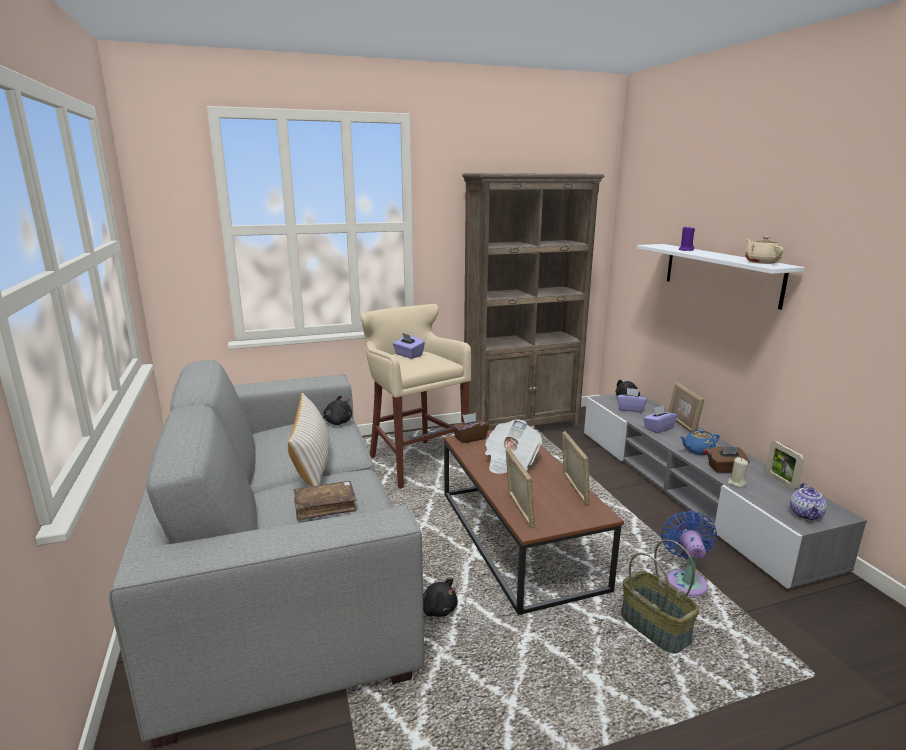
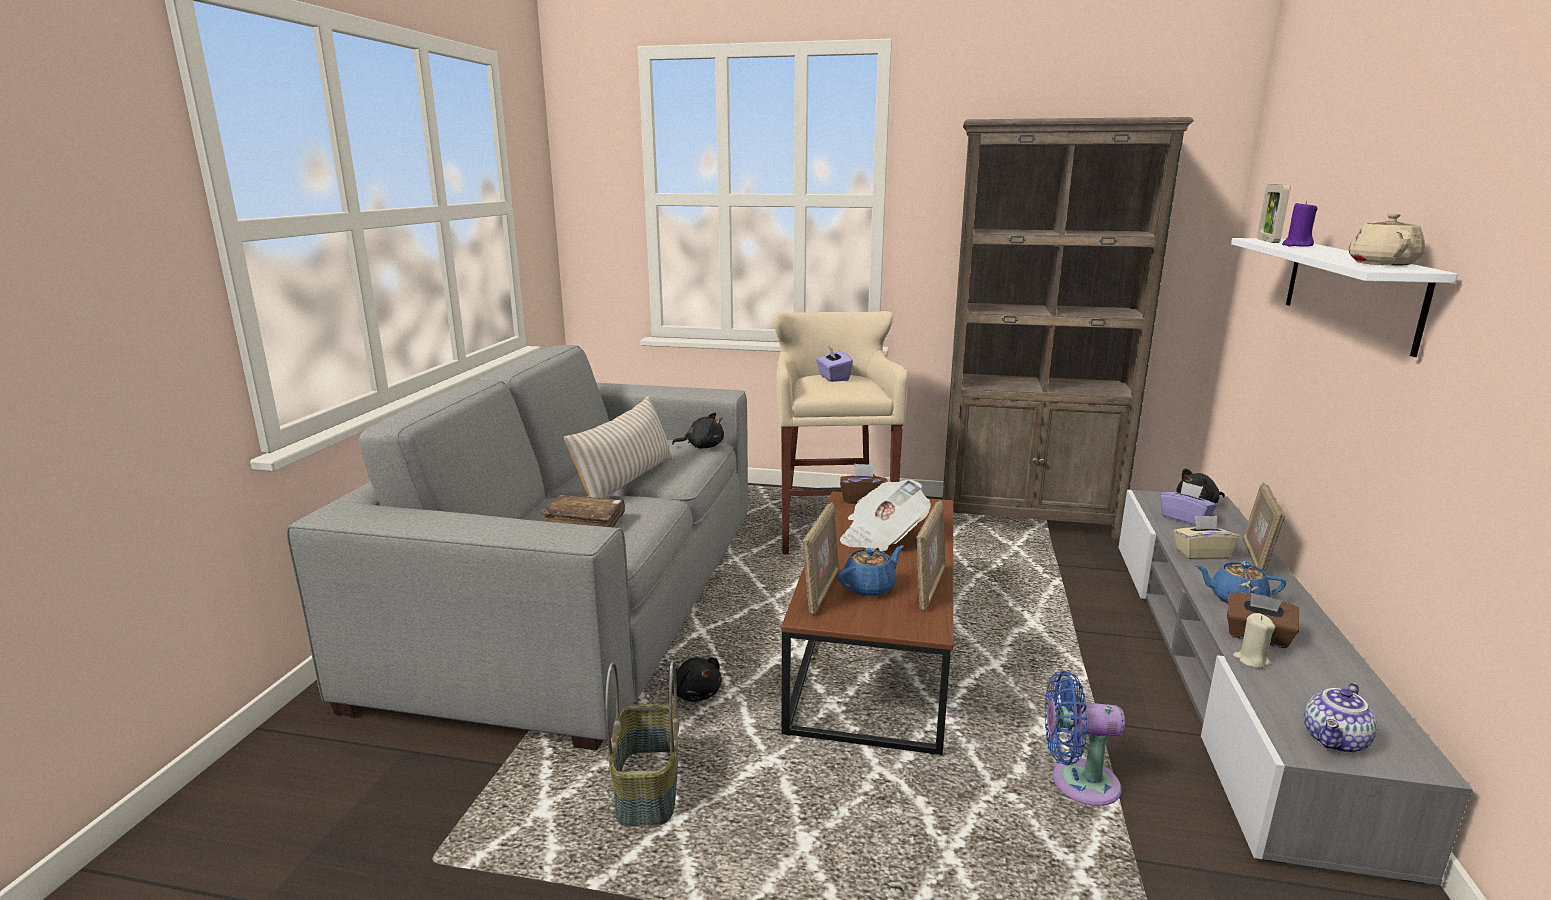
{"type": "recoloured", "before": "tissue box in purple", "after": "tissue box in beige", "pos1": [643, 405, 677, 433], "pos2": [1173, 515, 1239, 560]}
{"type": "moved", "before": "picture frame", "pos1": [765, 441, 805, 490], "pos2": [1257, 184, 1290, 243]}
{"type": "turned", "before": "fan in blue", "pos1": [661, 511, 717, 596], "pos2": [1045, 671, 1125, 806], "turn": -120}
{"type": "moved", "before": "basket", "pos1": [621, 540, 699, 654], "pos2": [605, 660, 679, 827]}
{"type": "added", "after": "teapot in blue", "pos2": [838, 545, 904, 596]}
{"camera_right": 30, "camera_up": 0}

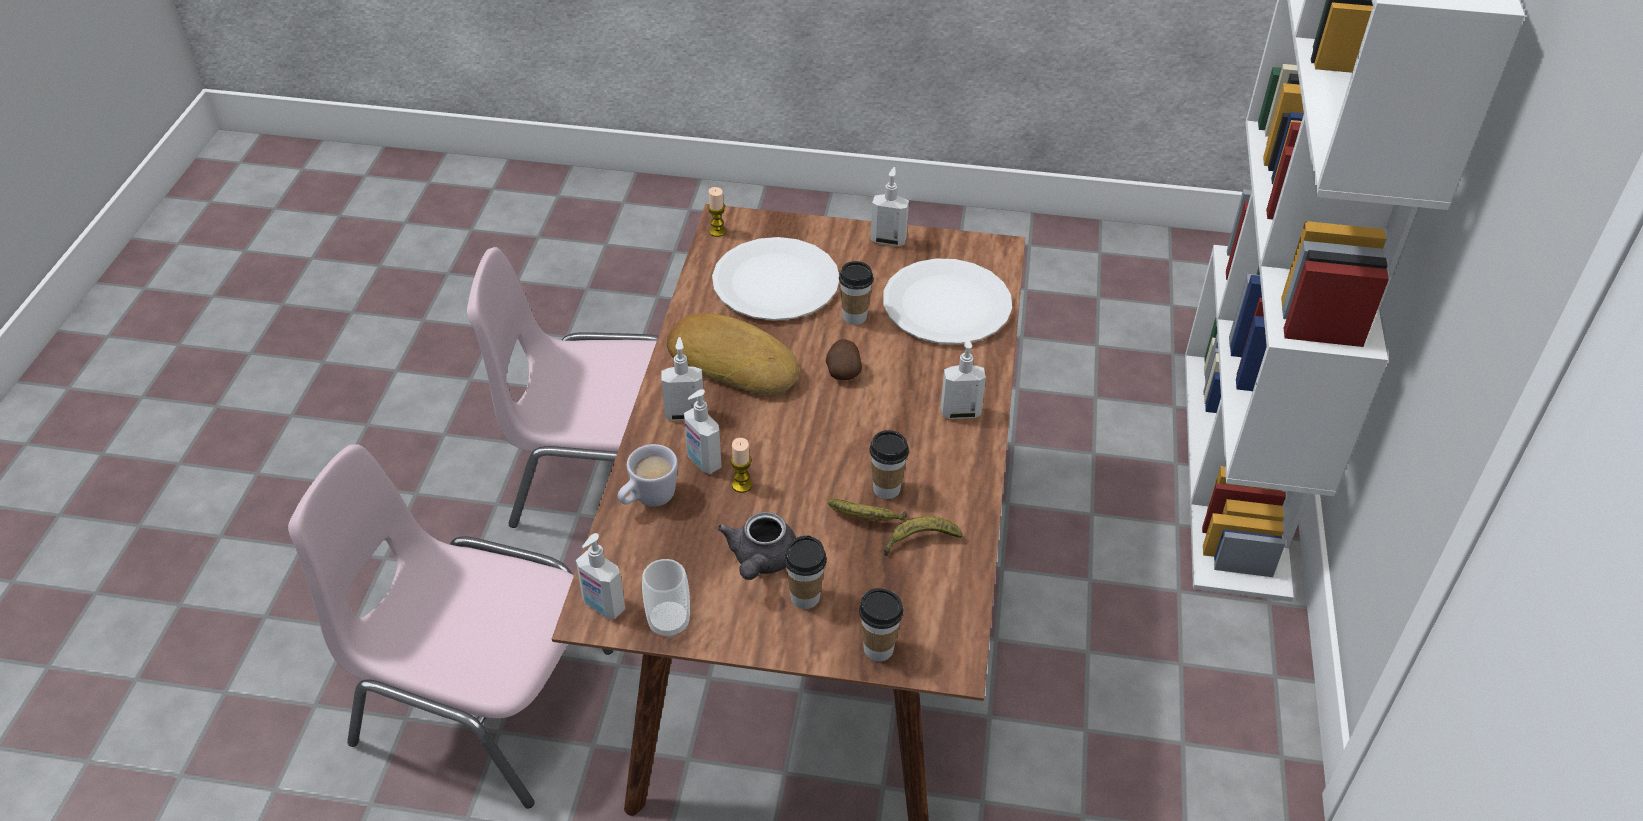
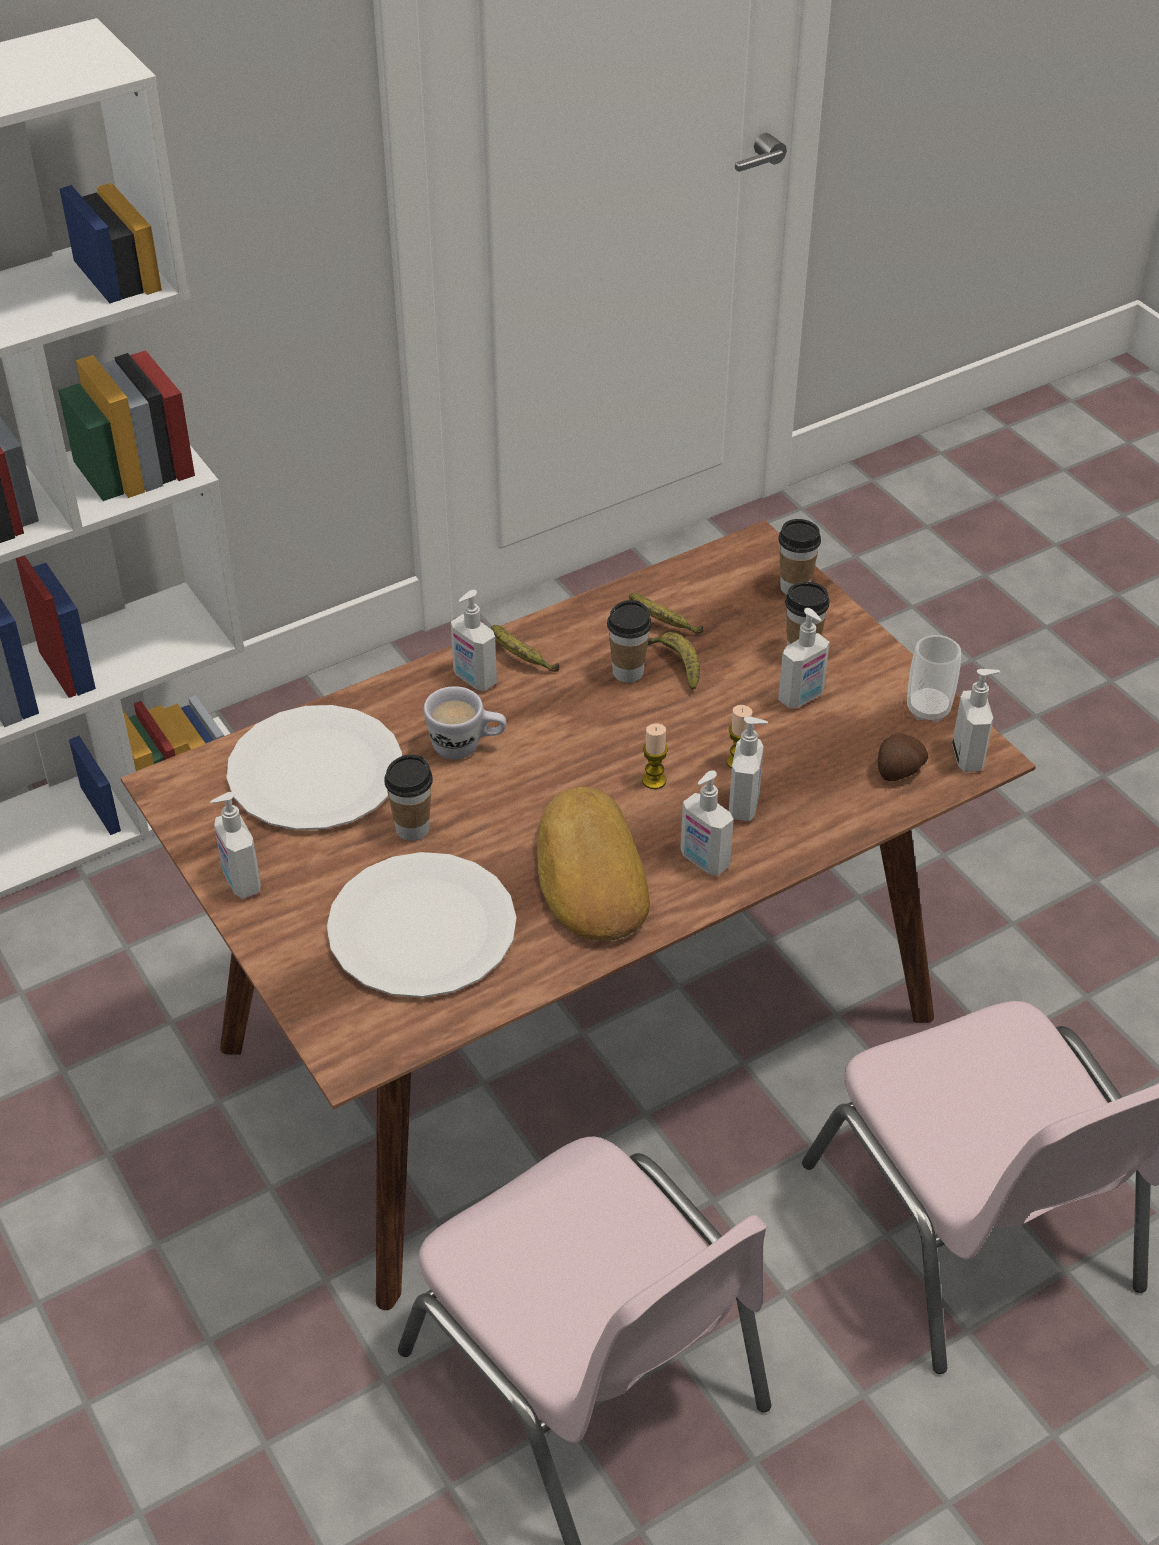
{"type": "moved", "before": "candle", "pos1": [708, 187, 726, 237], "pos2": [642, 723, 668, 789]}
{"type": "moved", "before": "potato", "pos1": [826, 339, 862, 380], "pos2": [878, 734, 928, 781]}
{"type": "moved", "before": "mug in white", "pos1": [618, 444, 678, 507], "pos2": [424, 686, 506, 759]}
{"type": "replaced", "before": "teapot in grey", "after": "soap dispenser", "pos1": [717, 512, 796, 580], "pos2": [778, 608, 830, 709]}
{"type": "added", "after": "banana", "pos2": [490, 625, 559, 672]}
{"camera_right": -130, "camera_up": 0}

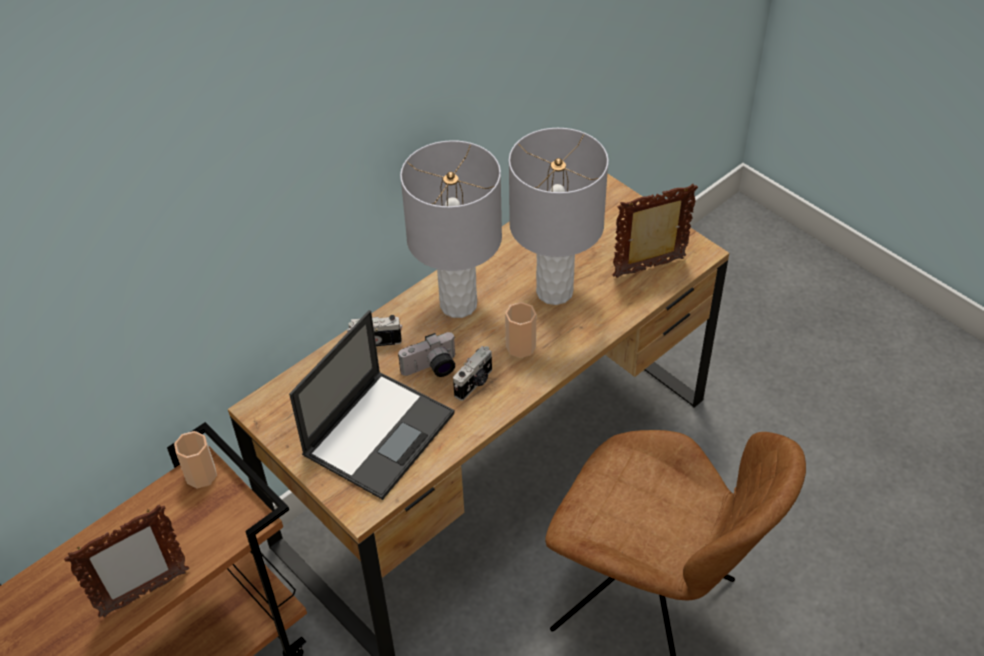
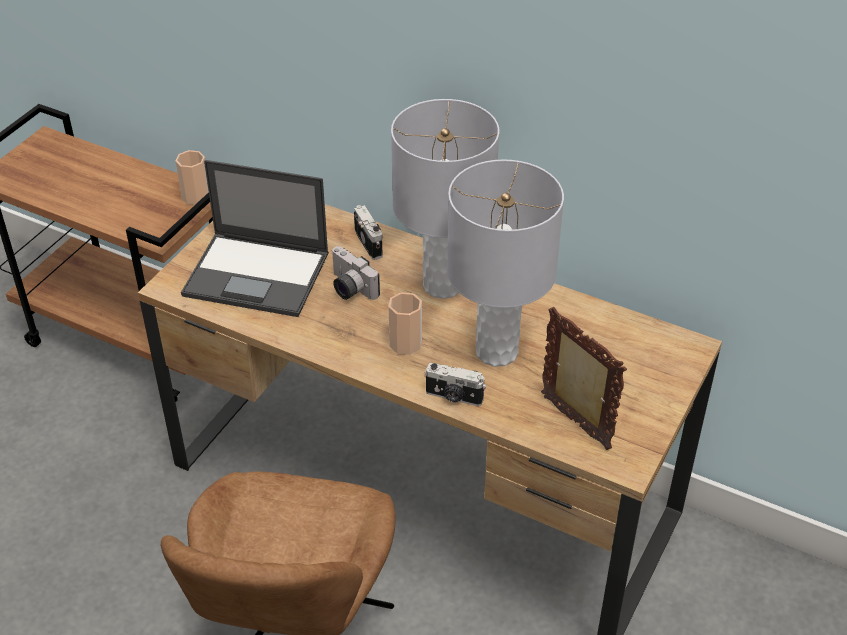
{"type": "moved", "before": "photo camera", "pos1": [453, 346, 492, 401], "pos2": [424, 363, 486, 406]}
{"type": "removed", "before": "picture frame", "pos1": [64, 505, 189, 617]}
{"camera_right": 70, "camera_up": -5}

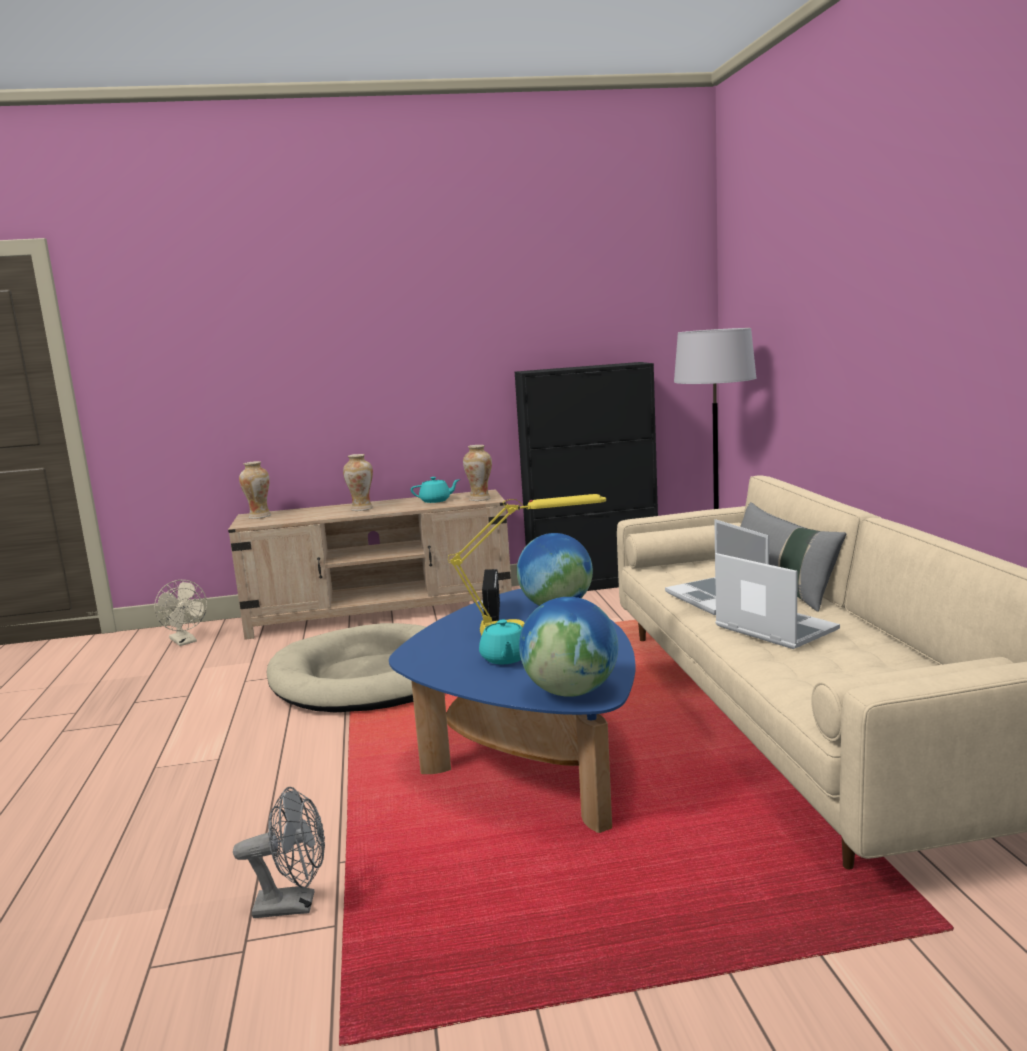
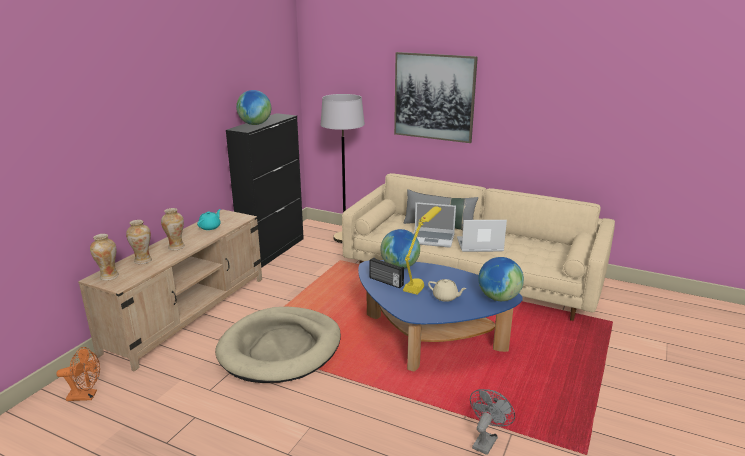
{"type": "moved", "before": "vase", "pos1": [463, 445, 492, 501], "pos2": [126, 220, 152, 264]}
{"type": "recoloured", "before": "fan in beige", "after": "fan in orange", "pos1": [154, 580, 207, 646], "pos2": [56, 347, 100, 401]}
{"type": "recoloured", "before": "teapot in turquoise", "after": "teapot in beige", "pos1": [479, 619, 522, 665], "pos2": [428, 279, 467, 302]}
{"type": "added", "after": "picture", "pos2": [394, 52, 478, 143]}
{"type": "added", "after": "globe", "pos2": [236, 90, 271, 125]}
{"camera_right": -55, "camera_up": 10}

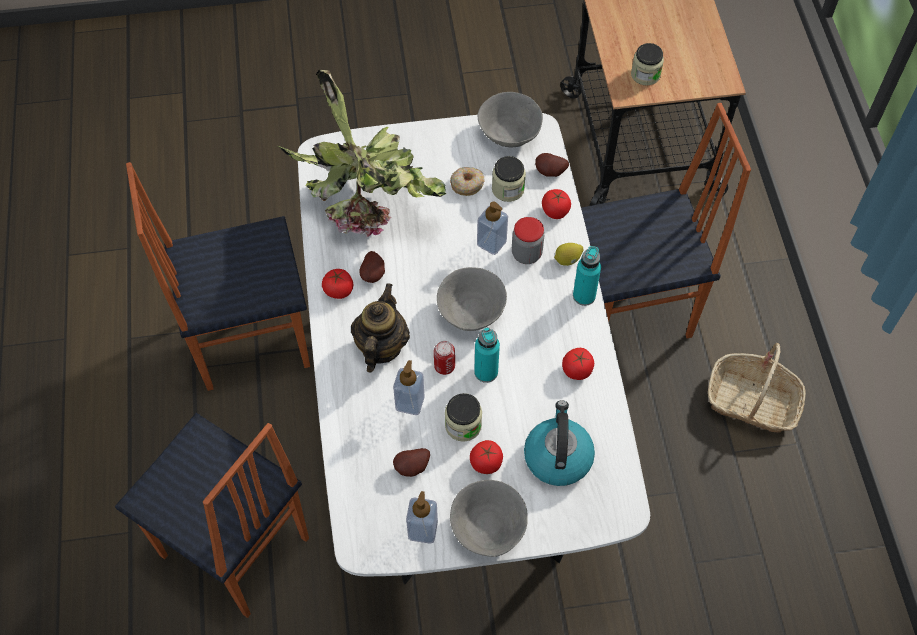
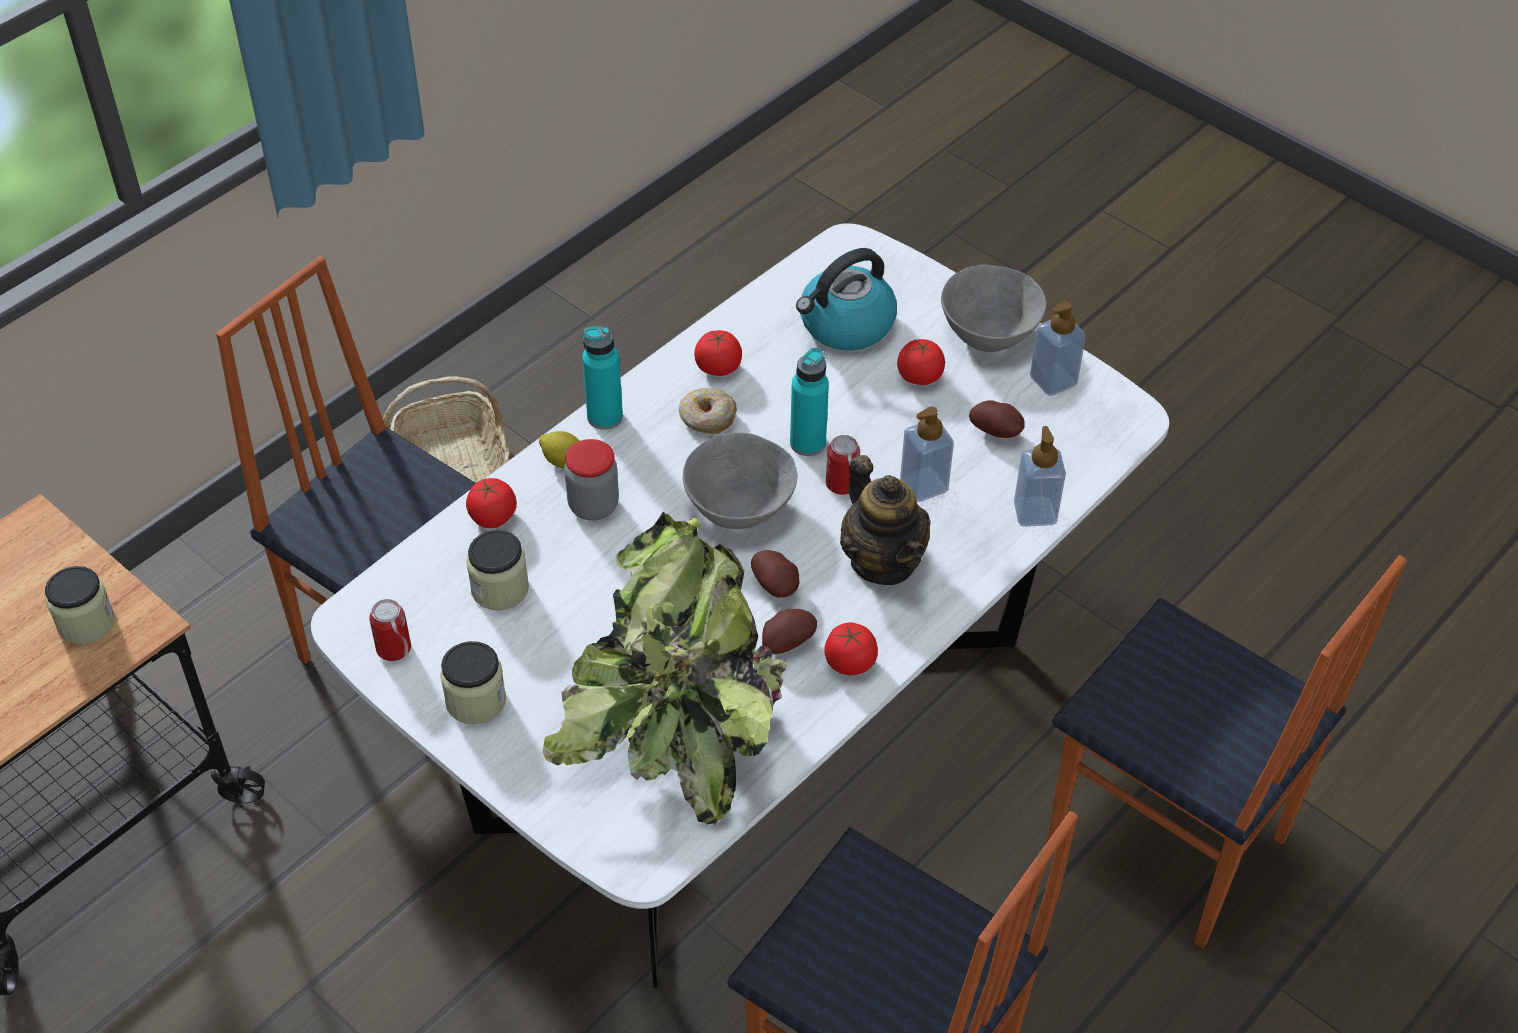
{"type": "replaced", "before": "bowl in grey", "after": "can", "pos1": [478, 92, 543, 148], "pos2": [369, 599, 411, 661]}
{"type": "moved", "before": "potato", "pos1": [535, 153, 569, 177], "pos2": [751, 550, 800, 598]}
{"type": "moved", "before": "donut", "pos1": [450, 167, 485, 196], "pos2": [679, 388, 737, 434]}
{"type": "moved", "before": "soap dispenser", "pos1": [477, 202, 508, 255], "pos2": [1014, 426, 1066, 527]}
{"type": "turned", "before": "teapot", "pos1": [351, 283, 410, 373], "pos2": [840, 455, 931, 585], "turn": -90}
{"type": "moved", "before": "jar", "pos1": [445, 393, 482, 442], "pos2": [440, 641, 506, 725]}
{"type": "turned", "before": "chair", "pos1": [115, 413, 309, 618], "pos2": [1047, 555, 1407, 948], "turn": 135}
{"camera_right": -130, "camera_up": -10}

